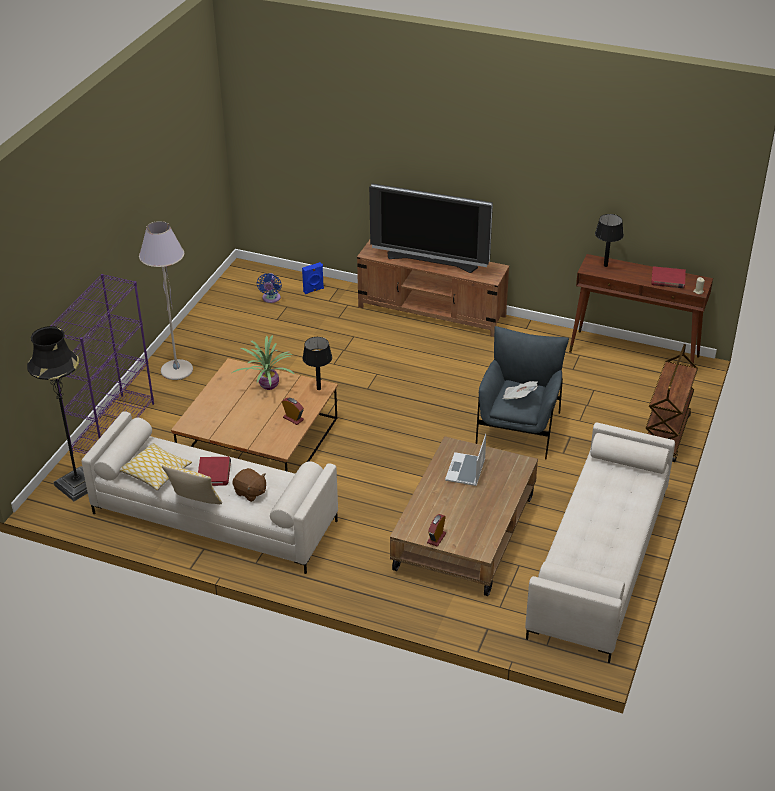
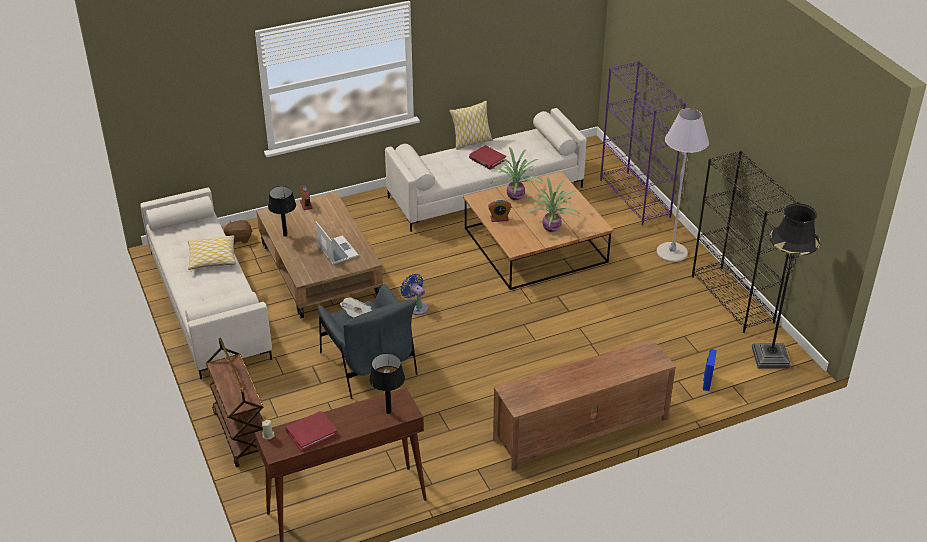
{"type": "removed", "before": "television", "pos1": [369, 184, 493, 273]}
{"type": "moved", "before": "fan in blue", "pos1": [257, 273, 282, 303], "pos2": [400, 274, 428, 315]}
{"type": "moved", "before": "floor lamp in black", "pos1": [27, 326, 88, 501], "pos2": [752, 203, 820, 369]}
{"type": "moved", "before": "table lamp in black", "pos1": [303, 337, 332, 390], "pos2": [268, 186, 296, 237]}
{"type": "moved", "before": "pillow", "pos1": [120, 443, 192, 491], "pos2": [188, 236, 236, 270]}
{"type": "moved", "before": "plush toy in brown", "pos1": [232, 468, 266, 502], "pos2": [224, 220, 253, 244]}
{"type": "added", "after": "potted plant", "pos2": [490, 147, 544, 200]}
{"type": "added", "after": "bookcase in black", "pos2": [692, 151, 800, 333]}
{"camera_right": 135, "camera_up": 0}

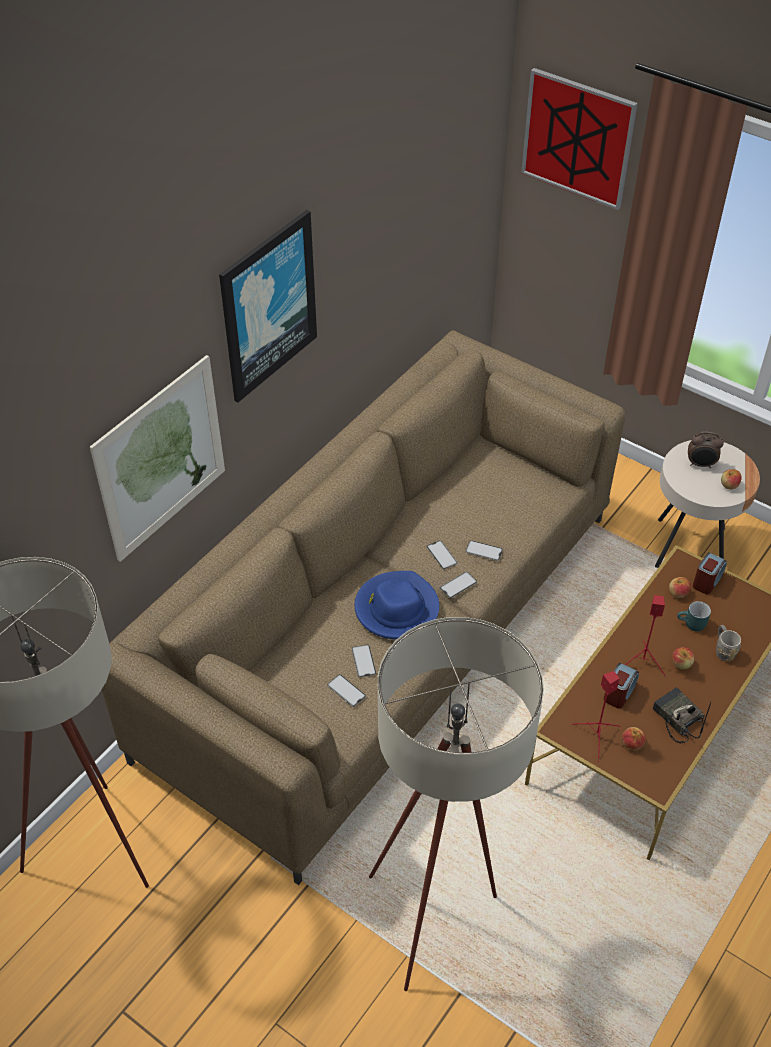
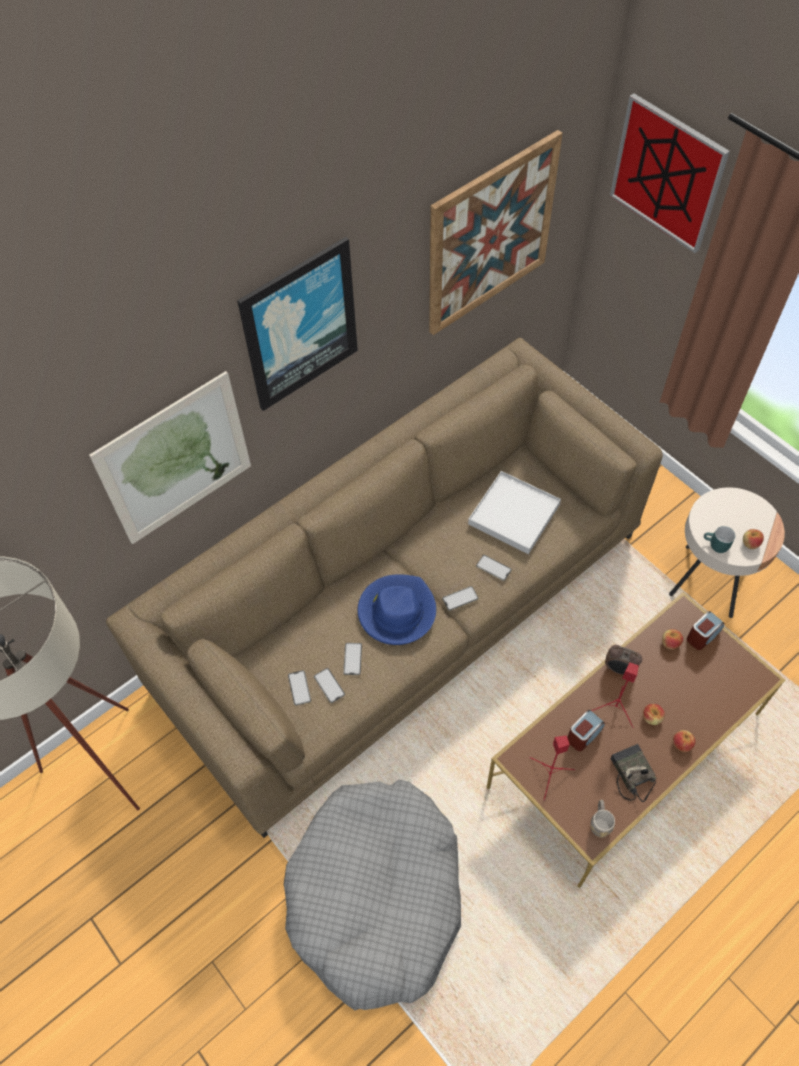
{"type": "moved", "before": "alarm clock", "pos1": [688, 432, 724, 468], "pos2": [605, 645, 642, 675]}
{"type": "moved", "before": "phone", "pos1": [427, 540, 458, 569], "pos2": [288, 670, 311, 706]}
{"type": "moved", "before": "mug in turquoise", "pos1": [677, 601, 711, 631], "pos2": [704, 526, 735, 553]}
{"type": "replaced", "before": "floor lamp in beige", "after": "dog bed in grey", "pos1": [369, 617, 544, 991], "pos2": [284, 780, 461, 1010]}
{"type": "moved", "before": "mug in grey", "pos1": [716, 625, 741, 662], "pos2": [591, 800, 615, 838]}
{"type": "moved", "before": "apple", "pos1": [622, 727, 646, 751], "pos2": [673, 730, 695, 752]}
{"type": "added", "after": "picture", "pos2": [429, 130, 563, 335]}
{"type": "added", "after": "tray in white", "pos2": [468, 471, 561, 554]}
{"camera_right": 15, "camera_up": 10}

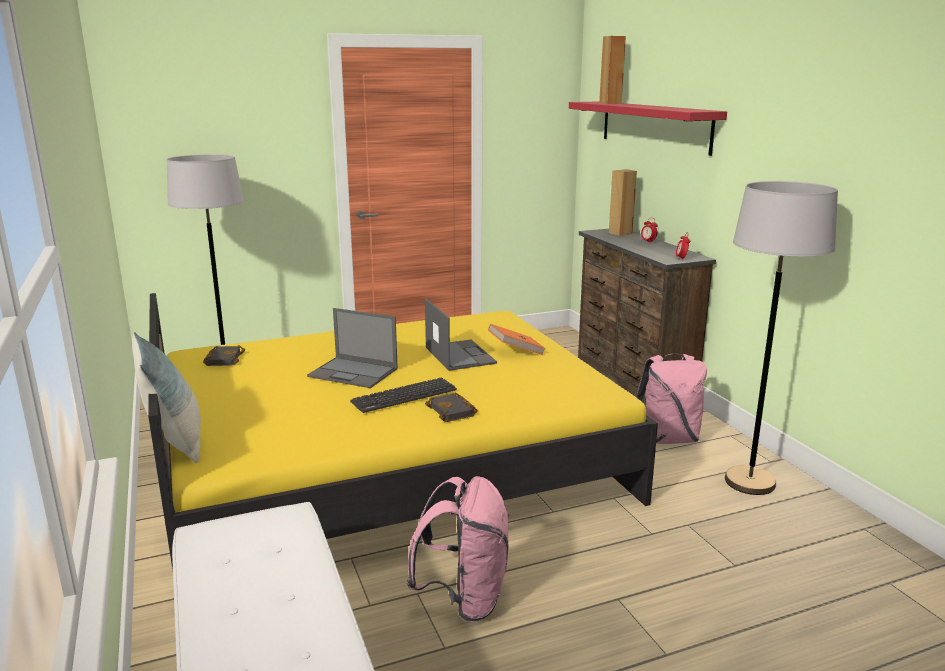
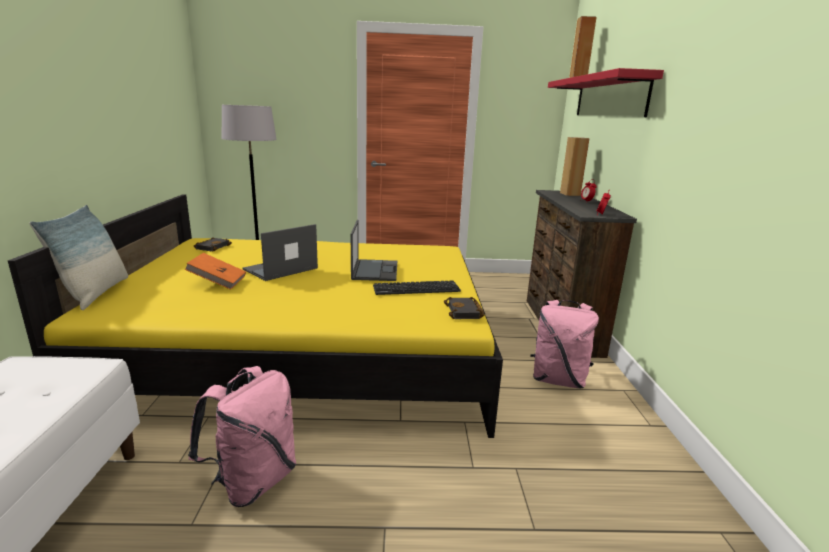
{"type": "removed", "before": "floor lamp in grey", "pos1": [725, 181, 838, 495]}
{"type": "turned", "before": "laptop", "pos1": [307, 308, 398, 388], "pos2": [243, 224, 318, 281], "turn": 90}
{"type": "moved", "before": "book in orange", "pos1": [488, 324, 546, 355], "pos2": [185, 253, 246, 290]}
{"type": "moved", "before": "keyboard", "pos1": [350, 377, 457, 413], "pos2": [373, 281, 461, 295]}
{"type": "moved", "before": "book in black", "pos1": [425, 393, 478, 422], "pos2": [444, 297, 485, 319]}
{"camera_right": 20, "camera_up": 0}

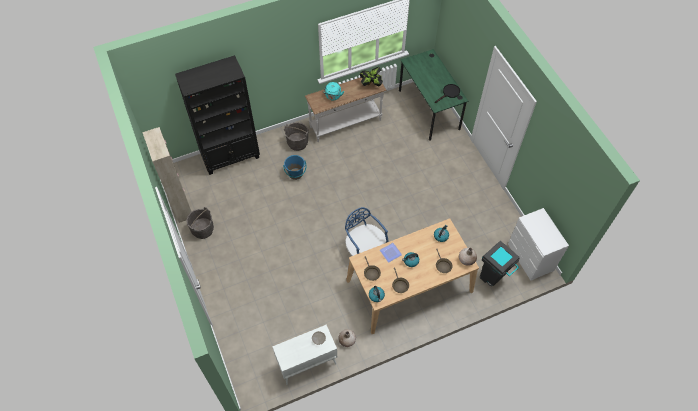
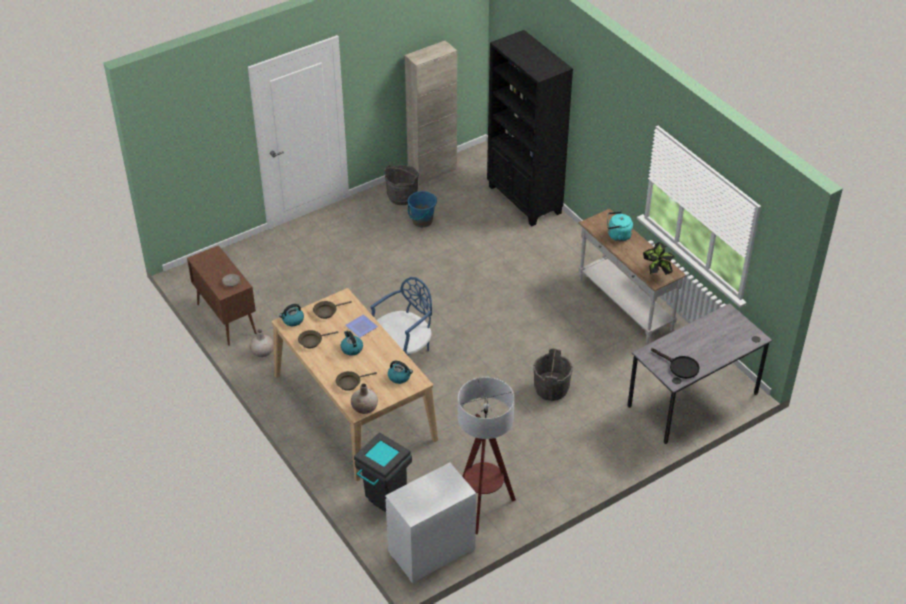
{"type": "recoloured", "before": "desk in green", "after": "desk in grey", "pos1": [399, 49, 468, 141], "pos2": [627, 303, 772, 444]}
{"type": "moved", "before": "bucket in grey", "pos1": [284, 122, 309, 151], "pos2": [533, 348, 573, 401]}
{"type": "moved", "before": "bucket in blue", "pos1": [283, 155, 306, 180], "pos2": [408, 191, 437, 227]}
{"type": "recoloured", "before": "cabinet in white", "after": "cabinet in brown", "pos1": [272, 325, 337, 385], "pos2": [187, 245, 256, 346]}
{"type": "added", "after": "floor lamp", "pos2": [458, 377, 516, 535]}
{"camera_right": 80, "camera_up": -15}

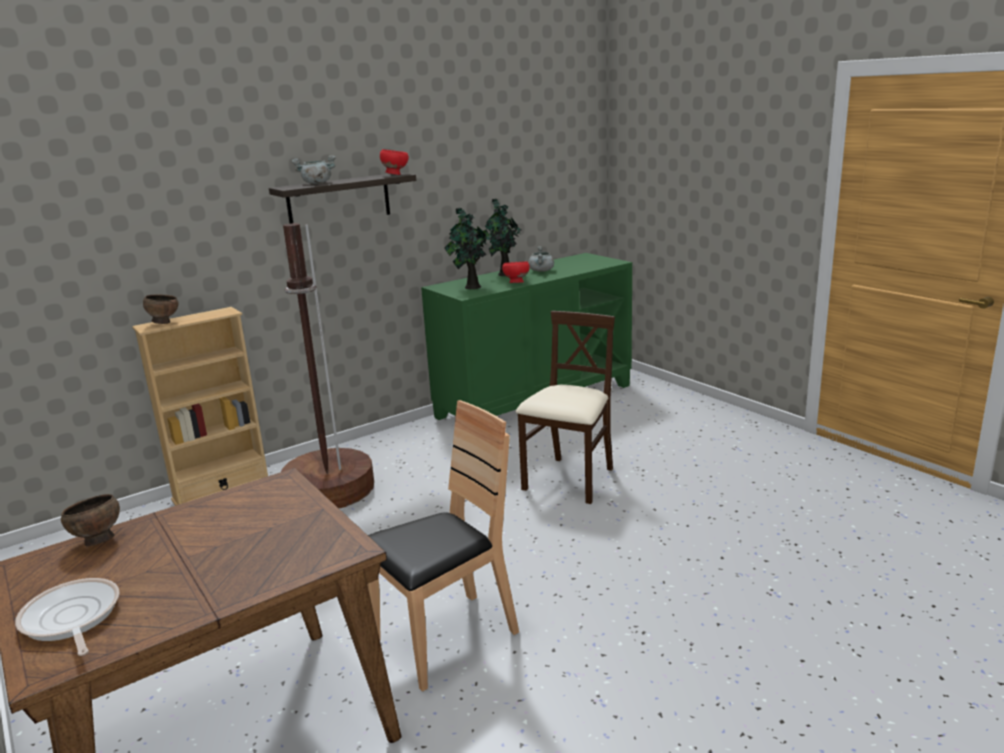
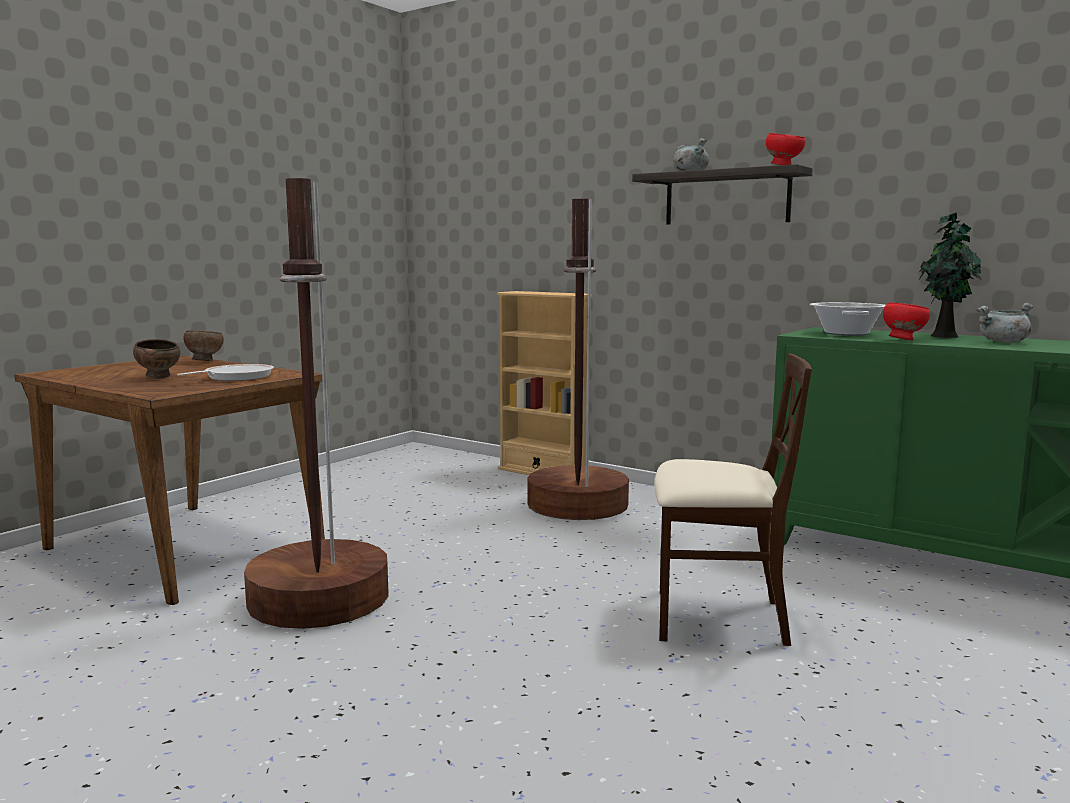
{"type": "replaced", "before": "potted plant", "after": "cooking pot", "pos1": [444, 208, 493, 289], "pos2": [810, 302, 886, 336]}
{"type": "moved", "before": "bowl in brown", "pos1": [143, 294, 179, 324], "pos2": [133, 339, 181, 379]}
{"type": "replaced", "before": "chair in brown", "after": "floor lamp in brown", "pos1": [367, 400, 519, 692], "pos2": [244, 178, 389, 629]}
{"type": "moved", "before": "frying pan", "pos1": [15, 578, 120, 656], "pos2": [177, 364, 274, 381]}
{"camera_right": 70, "camera_up": -10}

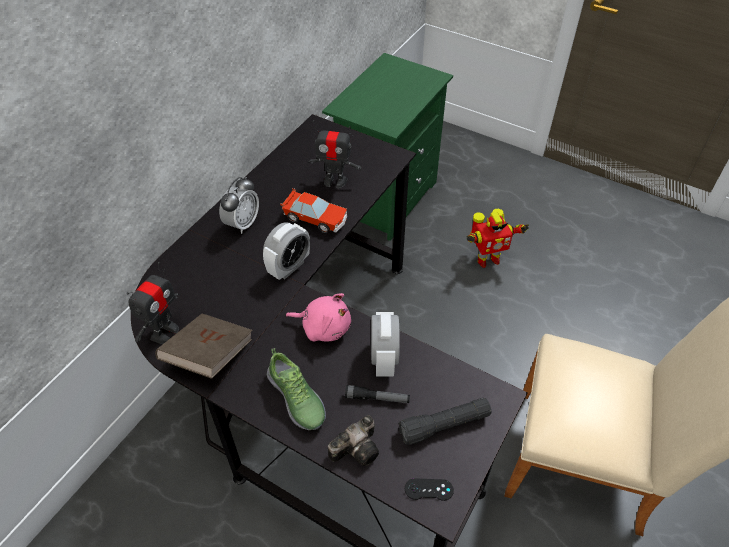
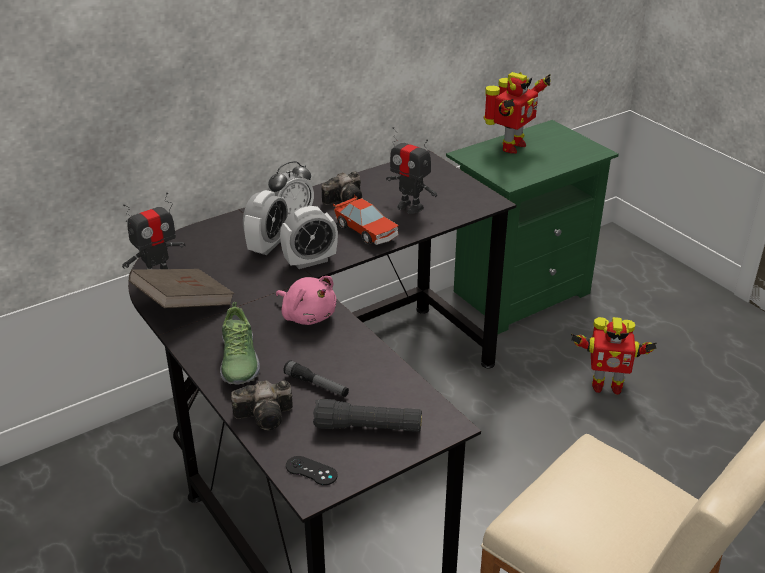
{"type": "moved", "before": "alarm clock", "pos1": [371, 312, 400, 376], "pos2": [243, 190, 288, 255]}
{"type": "added", "after": "toy robot", "pos2": [484, 72, 551, 154]}
{"type": "added", "after": "photo camera", "pos2": [322, 171, 362, 205]}
{"camera_right": 25, "camera_up": -15}

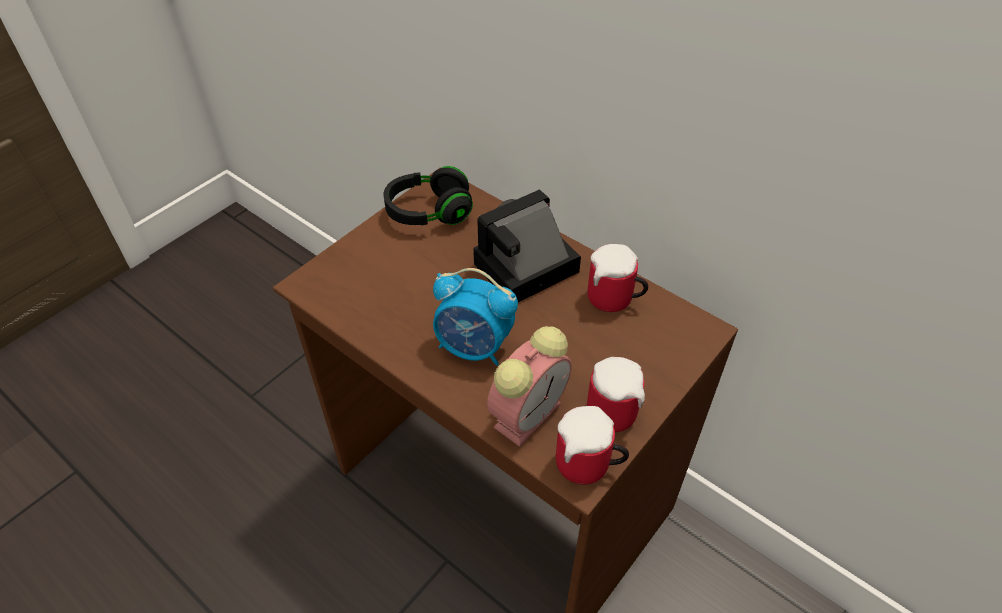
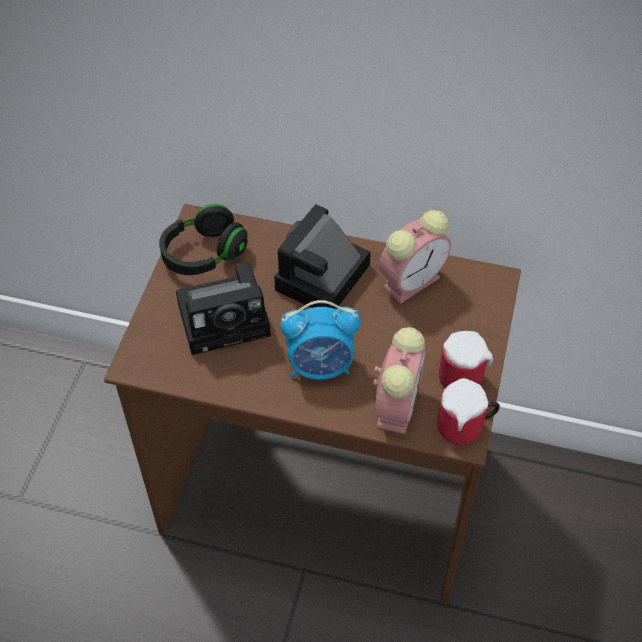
{"type": "replaced", "before": "mug", "after": "alarm clock", "pos1": [588, 244, 648, 312], "pos2": [379, 210, 451, 304]}
{"type": "added", "after": "photo camera", "pos2": [176, 262, 271, 355]}
{"camera_right": -25, "camera_up": 5}

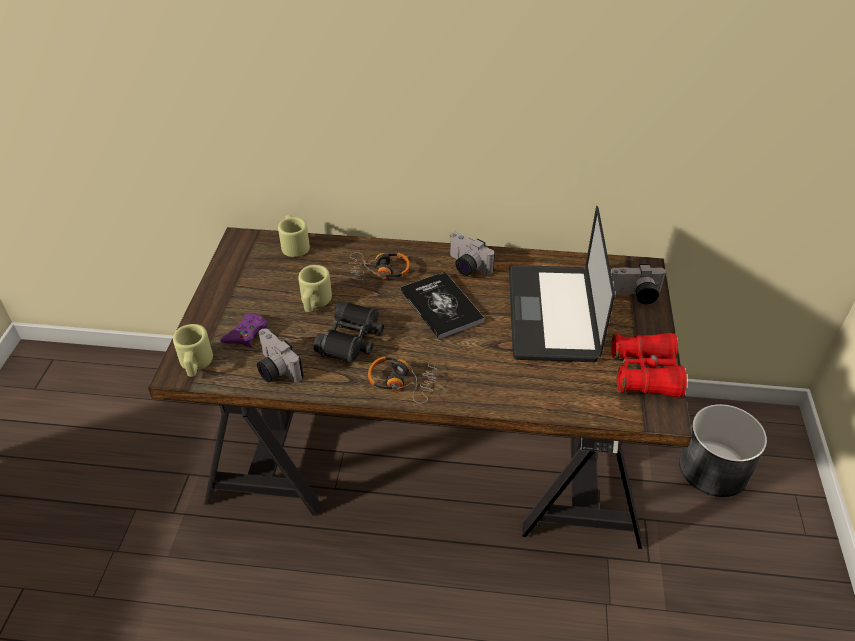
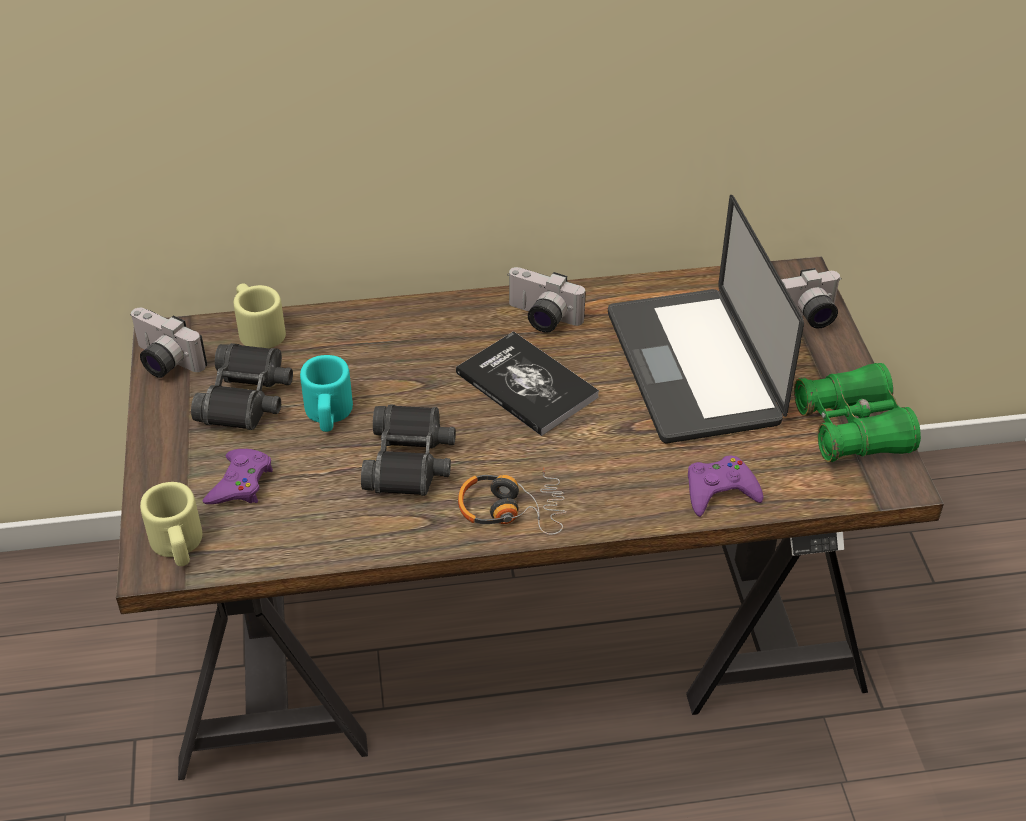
{"type": "removed", "before": "headphones", "pos1": [349, 252, 410, 285]}
{"type": "recoloured", "before": "mug in beige", "after": "mug in turquoise", "pos1": [298, 265, 332, 312], "pos2": [300, 355, 353, 432]}
{"type": "moved", "before": "photo camera", "pos1": [257, 329, 304, 383], "pos2": [130, 308, 207, 378]}
{"type": "recoloured", "before": "binoculars in red", "after": "binoculars in green", "pos1": [611, 333, 687, 398], "pos2": [794, 363, 921, 462]}
{"type": "removed", "before": "planter in grey", "pos1": [679, 404, 767, 497]}
{"type": "added", "after": "binoculars in black", "pos2": [191, 343, 293, 430]}
{"type": "added", "after": "game controller in purple", "pos2": [688, 456, 763, 517]}
{"camera_right": -15, "camera_up": 0}

